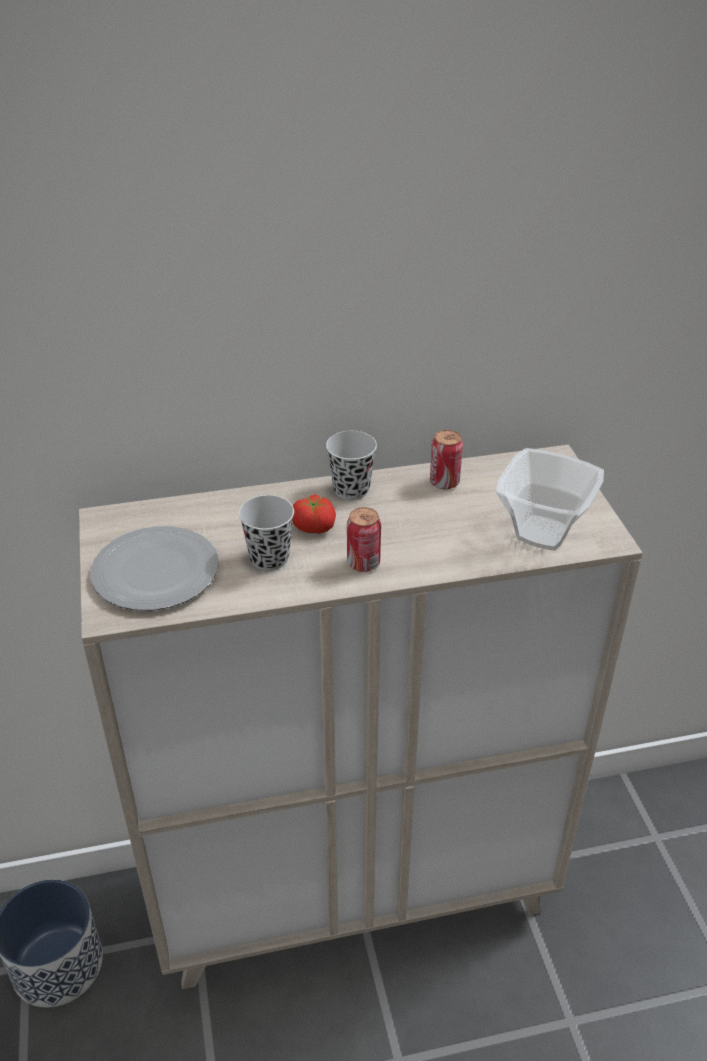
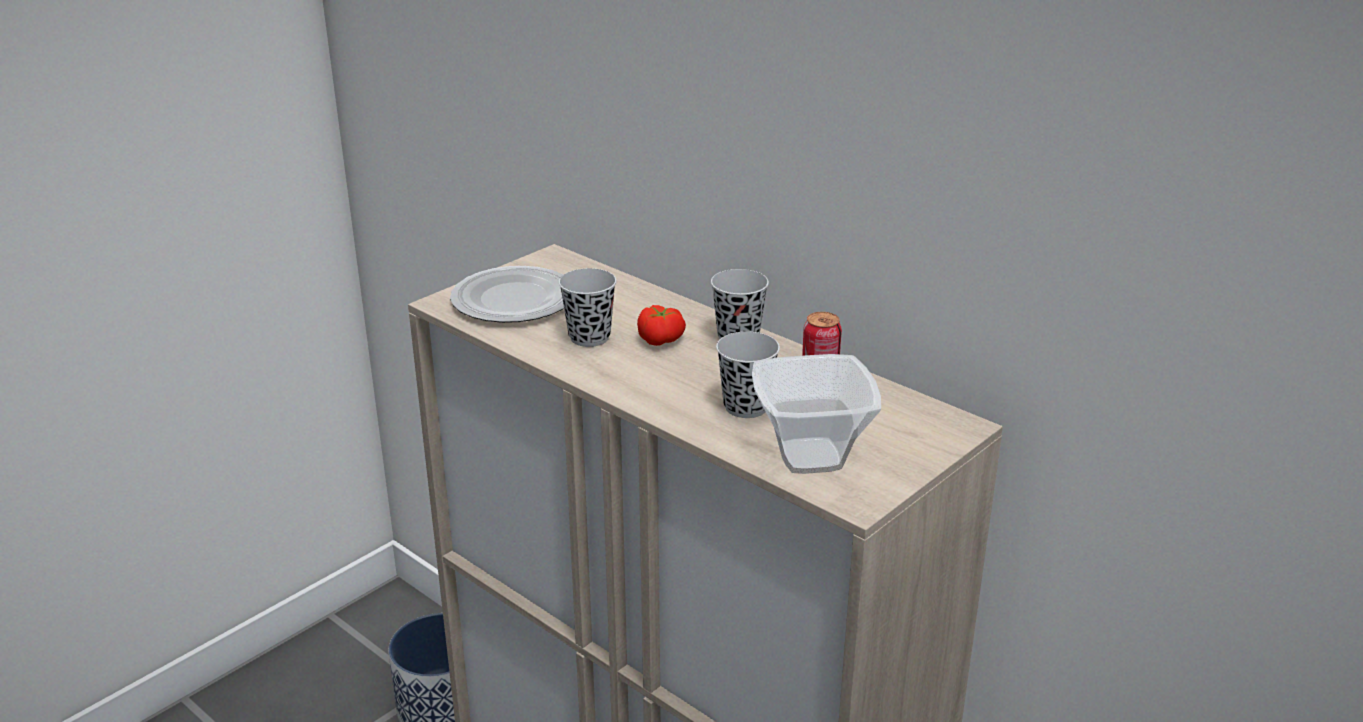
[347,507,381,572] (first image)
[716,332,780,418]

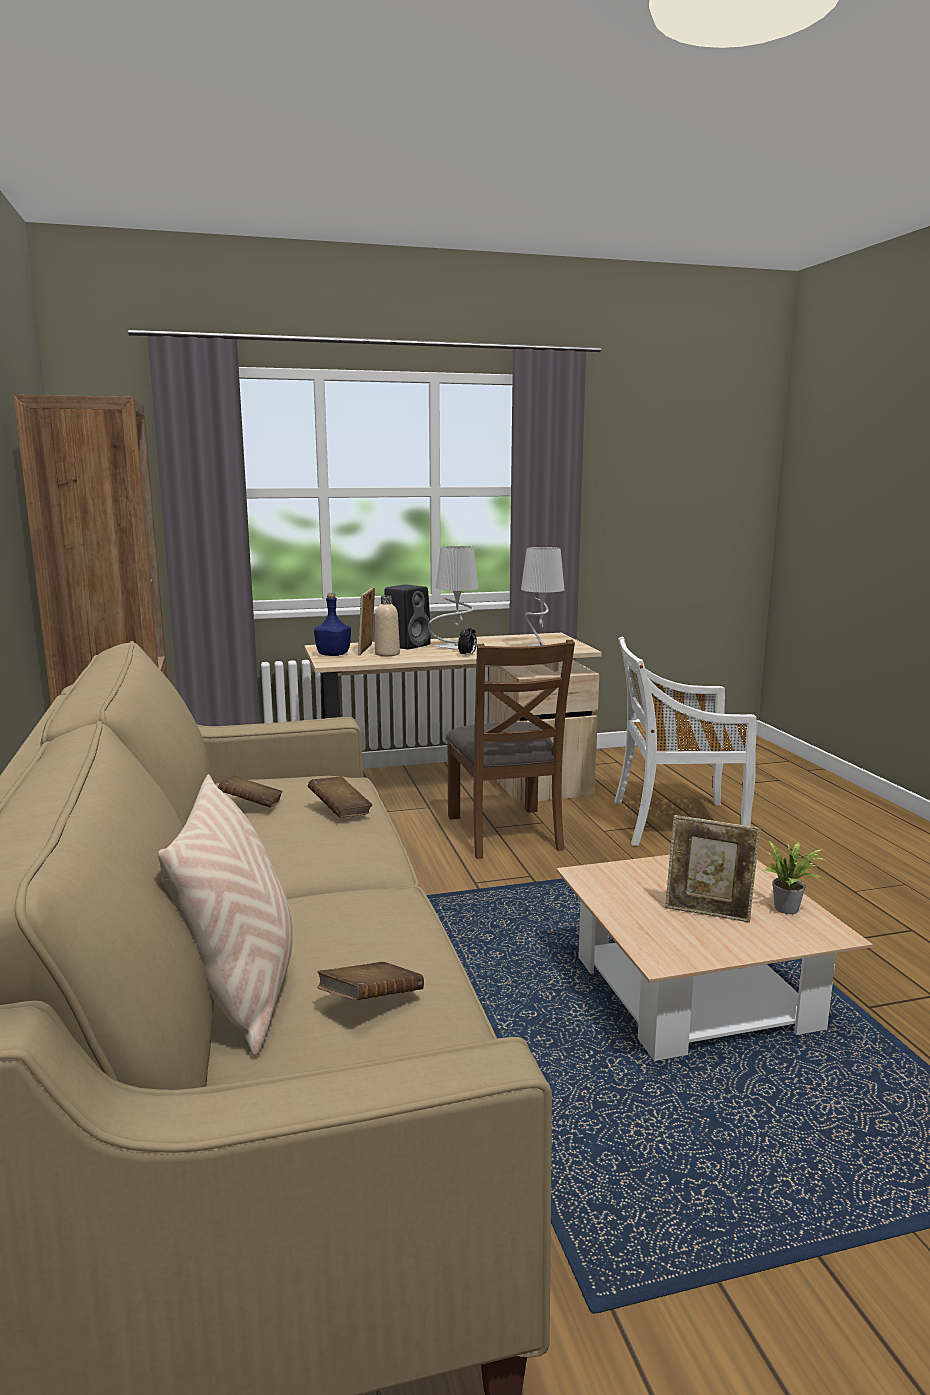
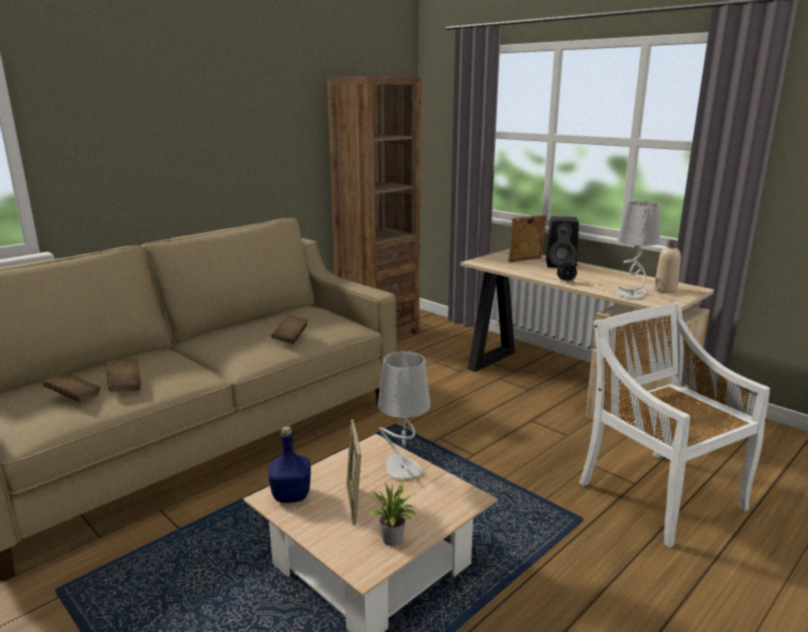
[158,774,293,1056] (first image)
[445,640,575,859] (first image)
[106,360,141,392]
[268,426,311,503]
[654,240,681,293]
[378,351,430,479]

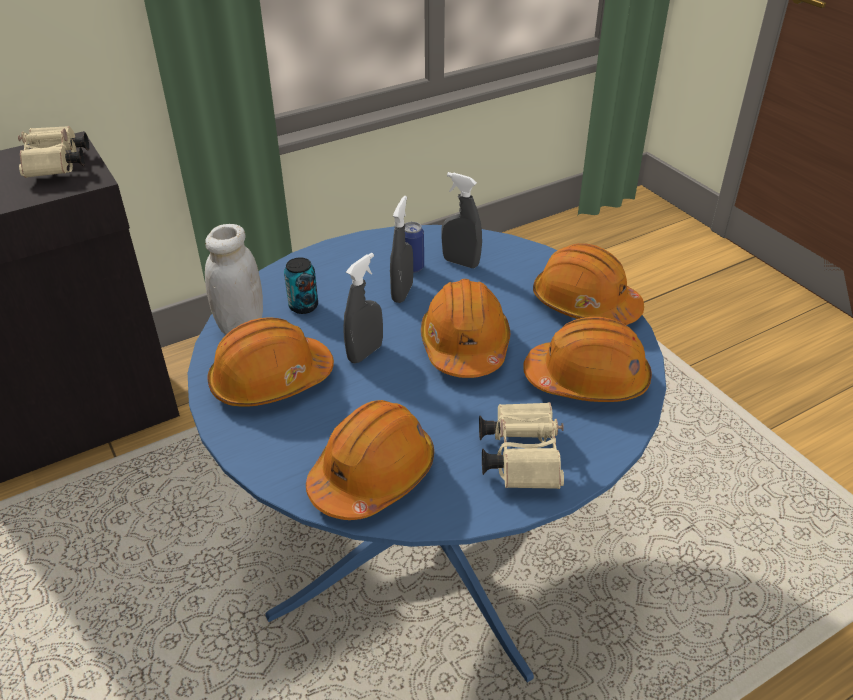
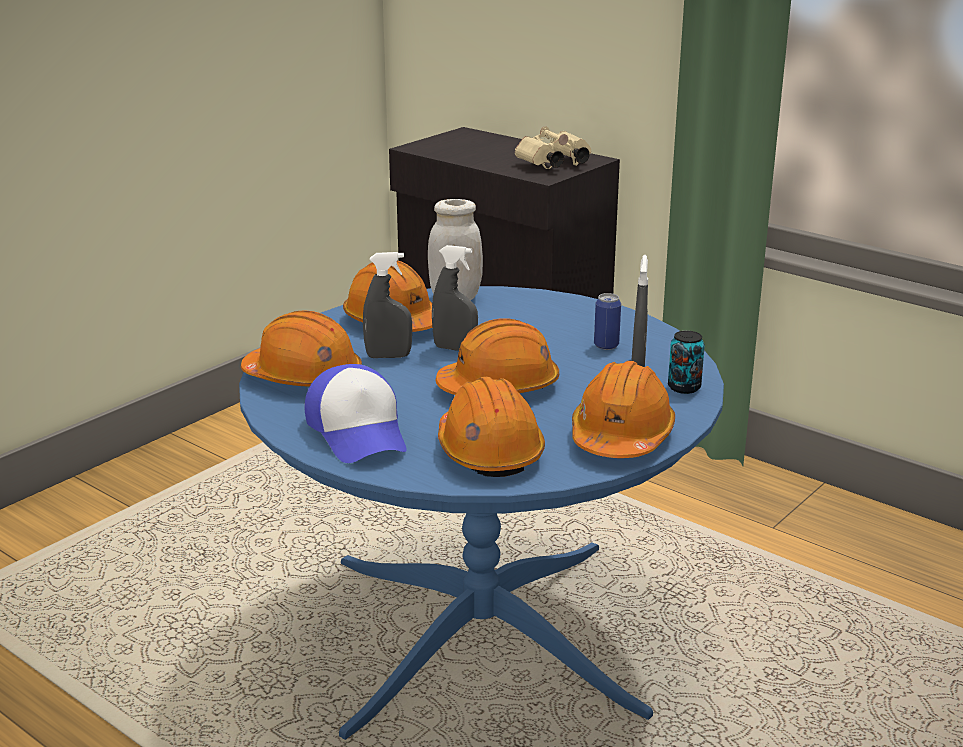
[668,331,705,394]
[363,252,412,358]
[304,364,407,463]

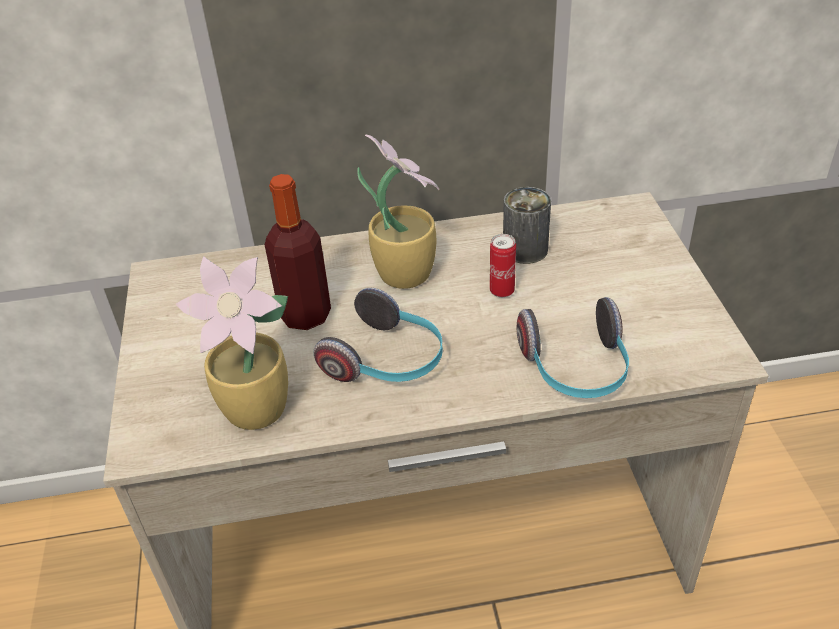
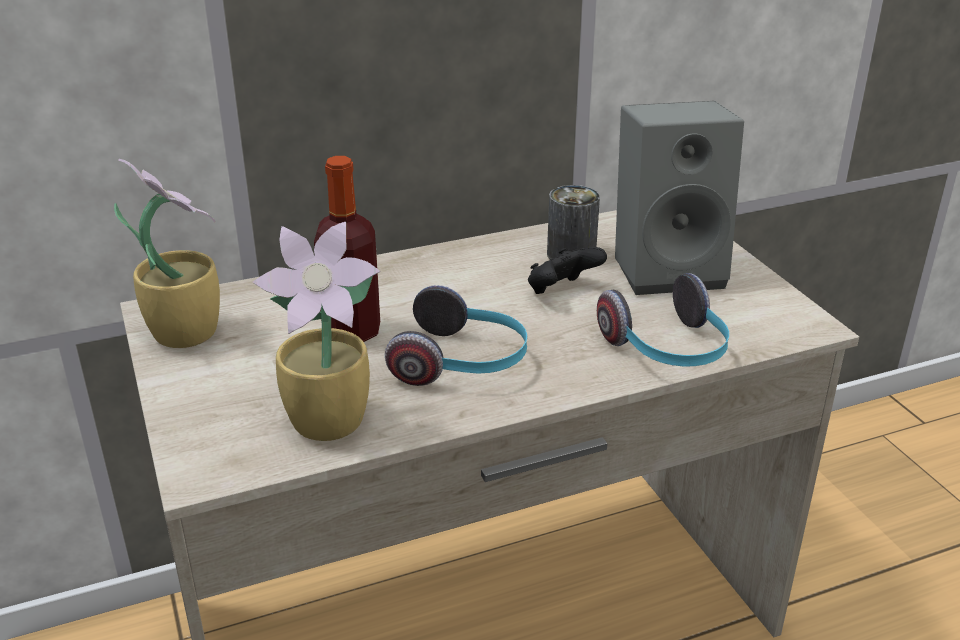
[615,101,744,295]
[114,159,220,348]
[528,247,607,294]

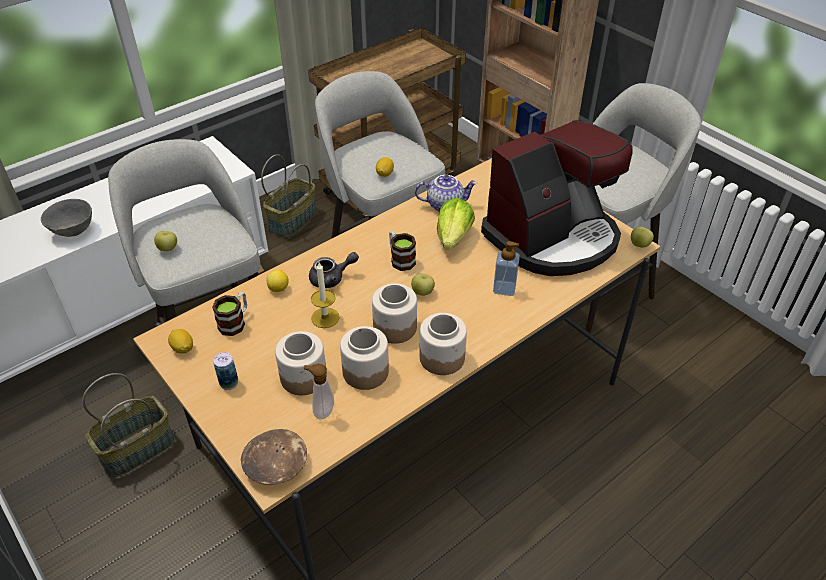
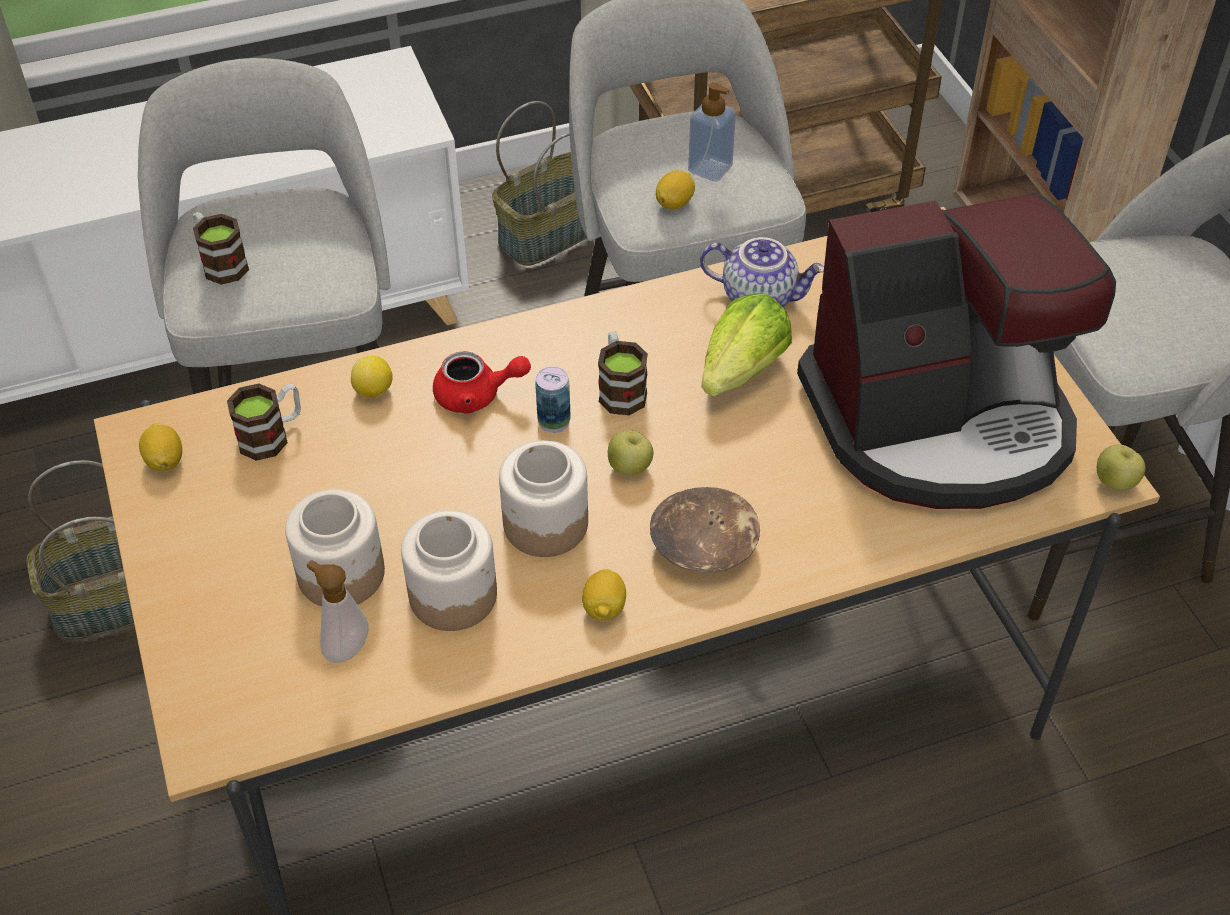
[41,199,92,237] (first image)
[311,262,339,328] (first image)
[535,366,571,433]
[650,487,760,572]
[688,83,736,182]
[193,212,249,284]
[582,569,626,621]
[433,351,531,414]

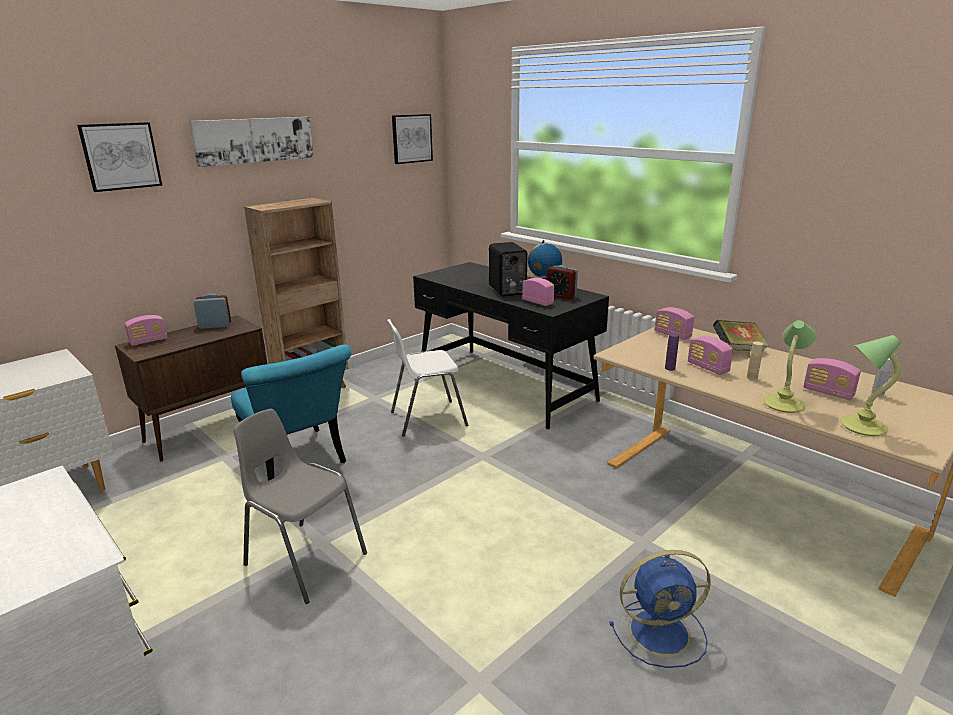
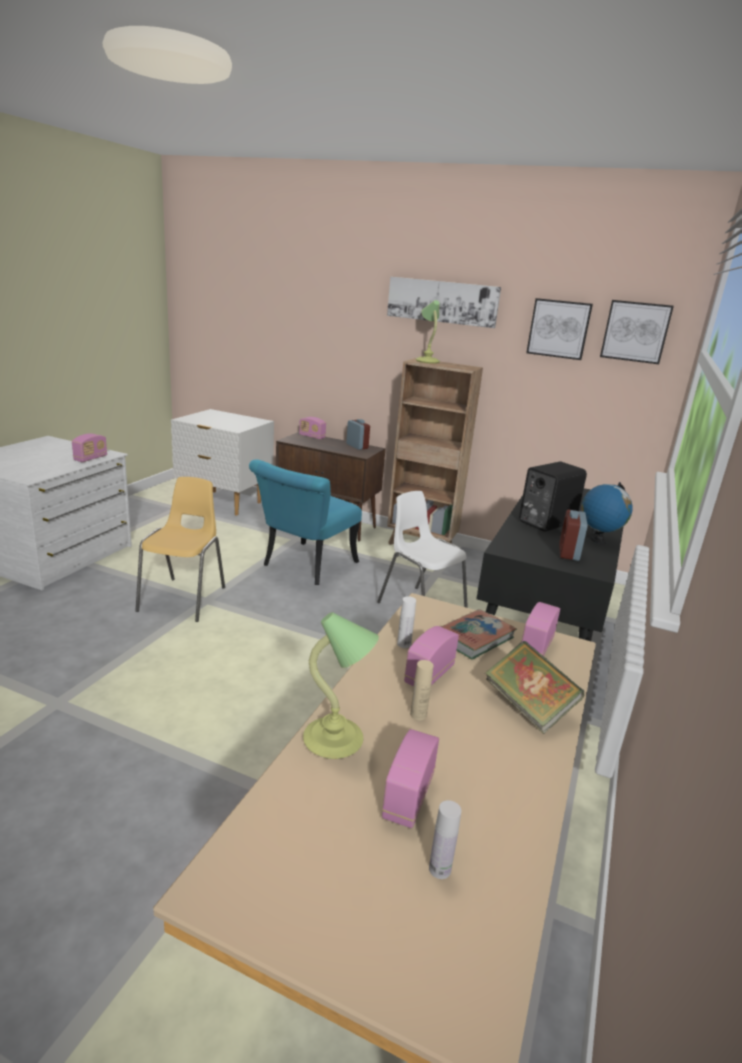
[609,550,711,668] (first image)
[441,609,517,660]
[526,298,593,360]
[72,433,107,462]
[416,300,440,364]
[136,477,225,622]
[397,596,416,648]

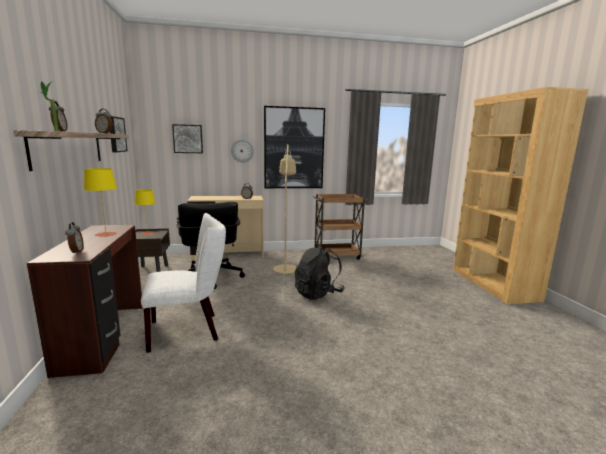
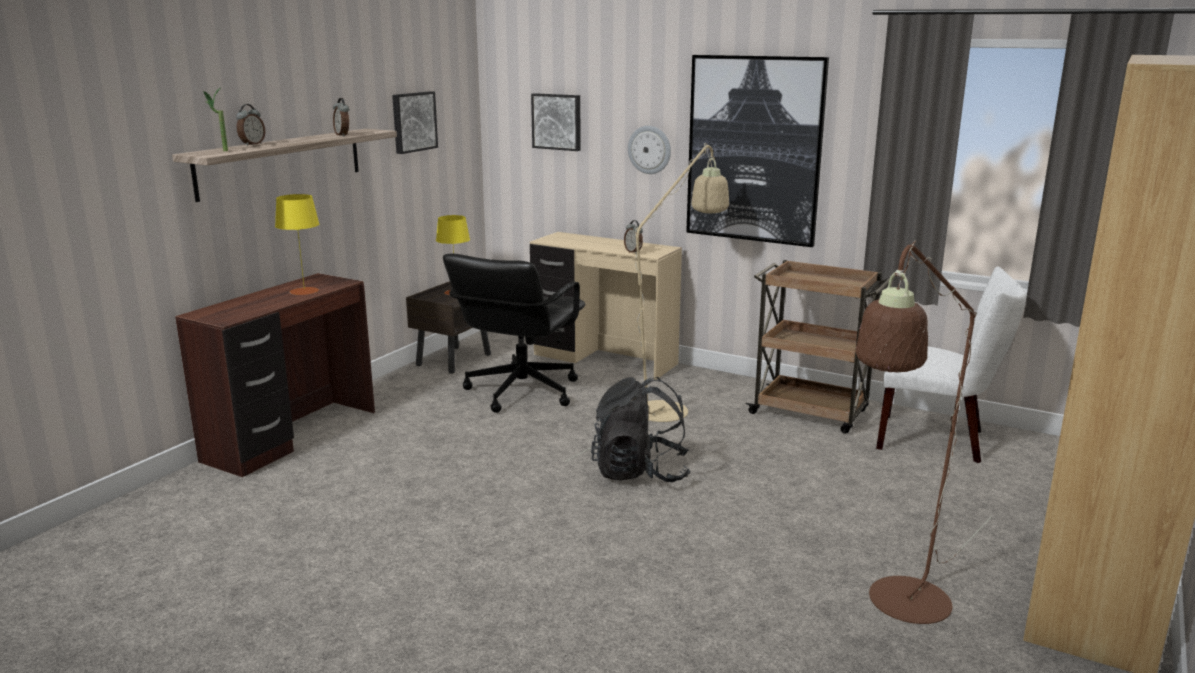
[65,222,84,254] (first image)
[856,240,992,624]
[876,267,1026,463]

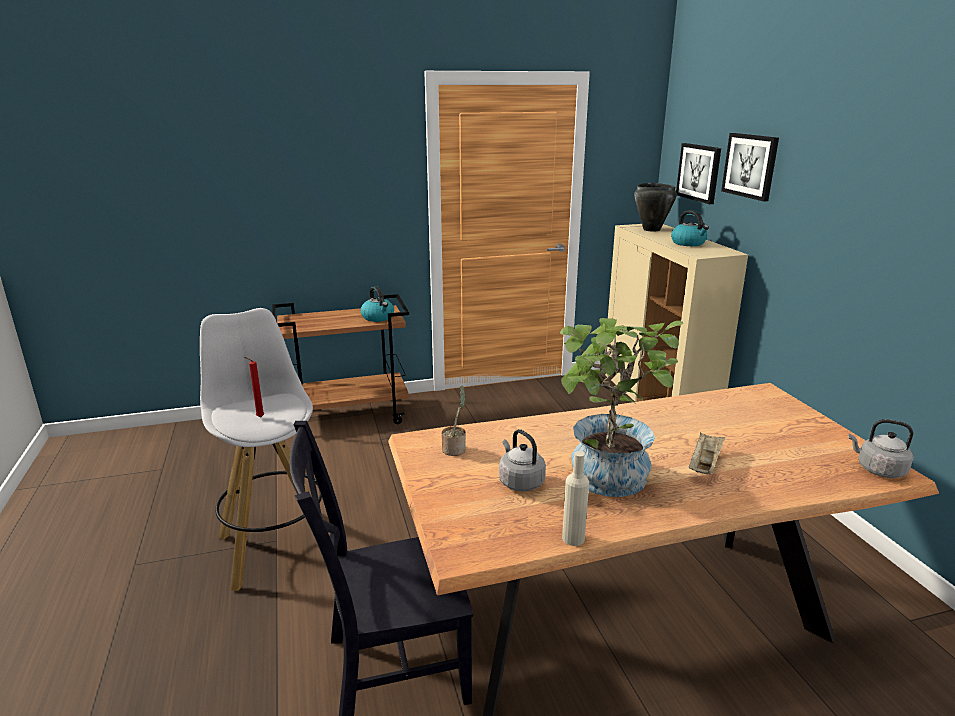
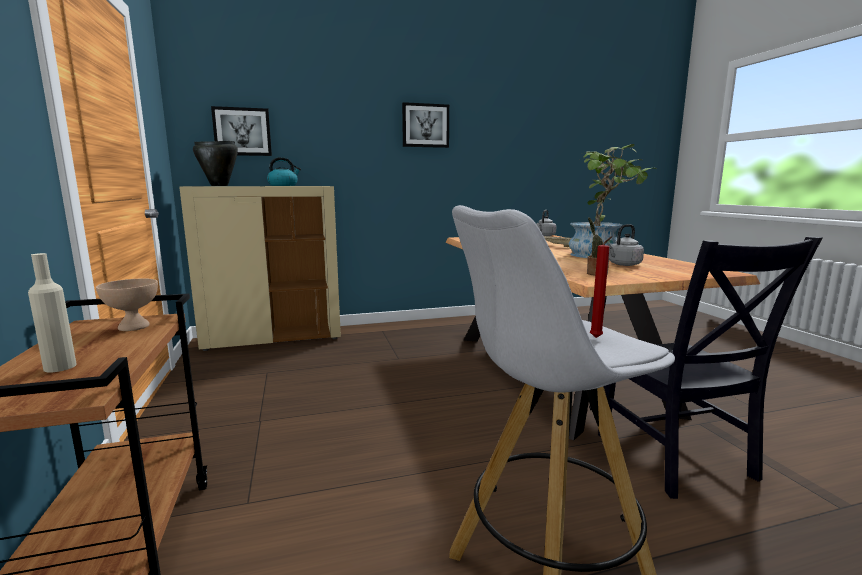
[28,253,77,373]
[402,102,449,148]
[96,278,158,331]

